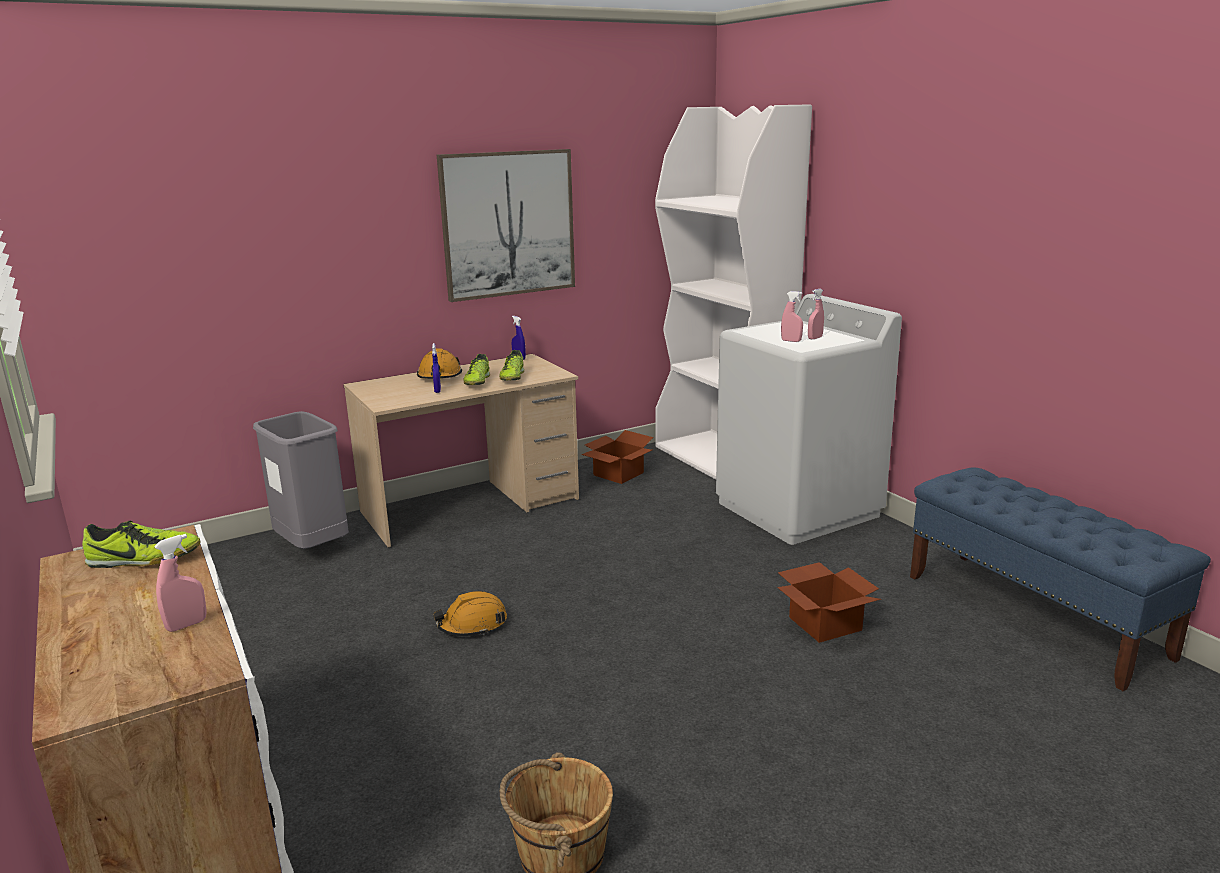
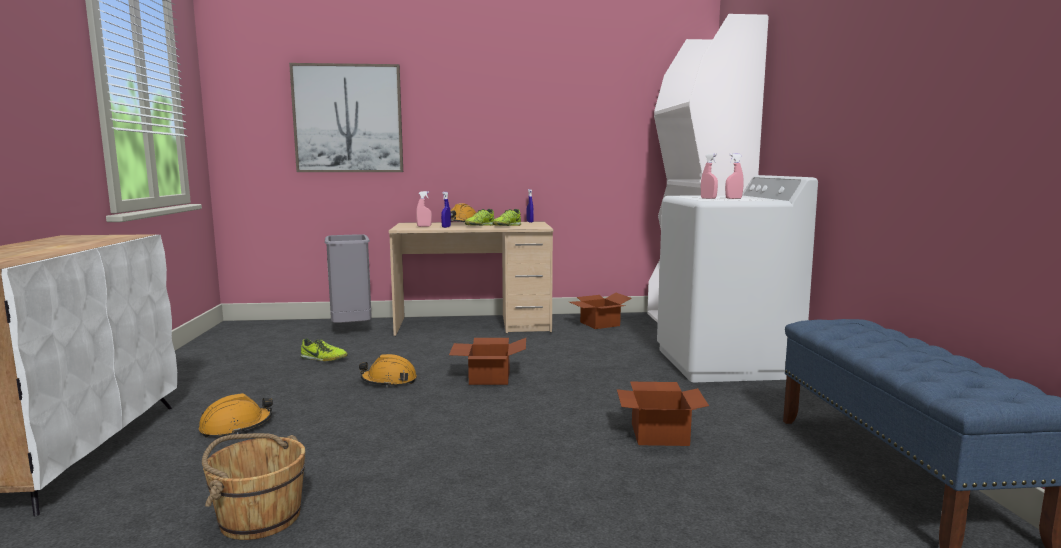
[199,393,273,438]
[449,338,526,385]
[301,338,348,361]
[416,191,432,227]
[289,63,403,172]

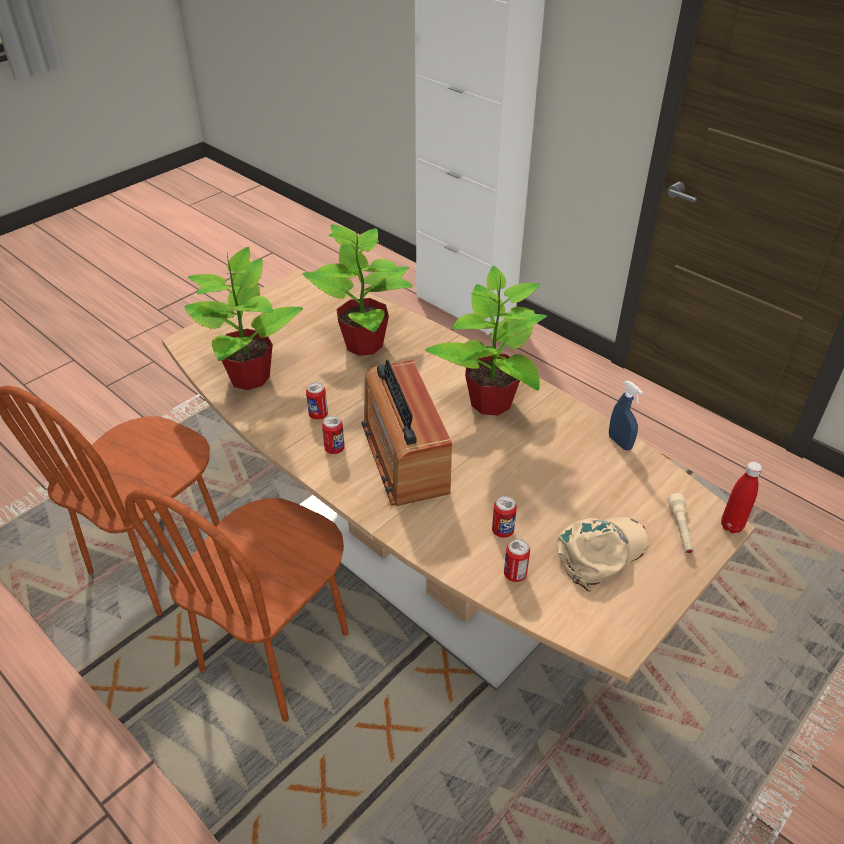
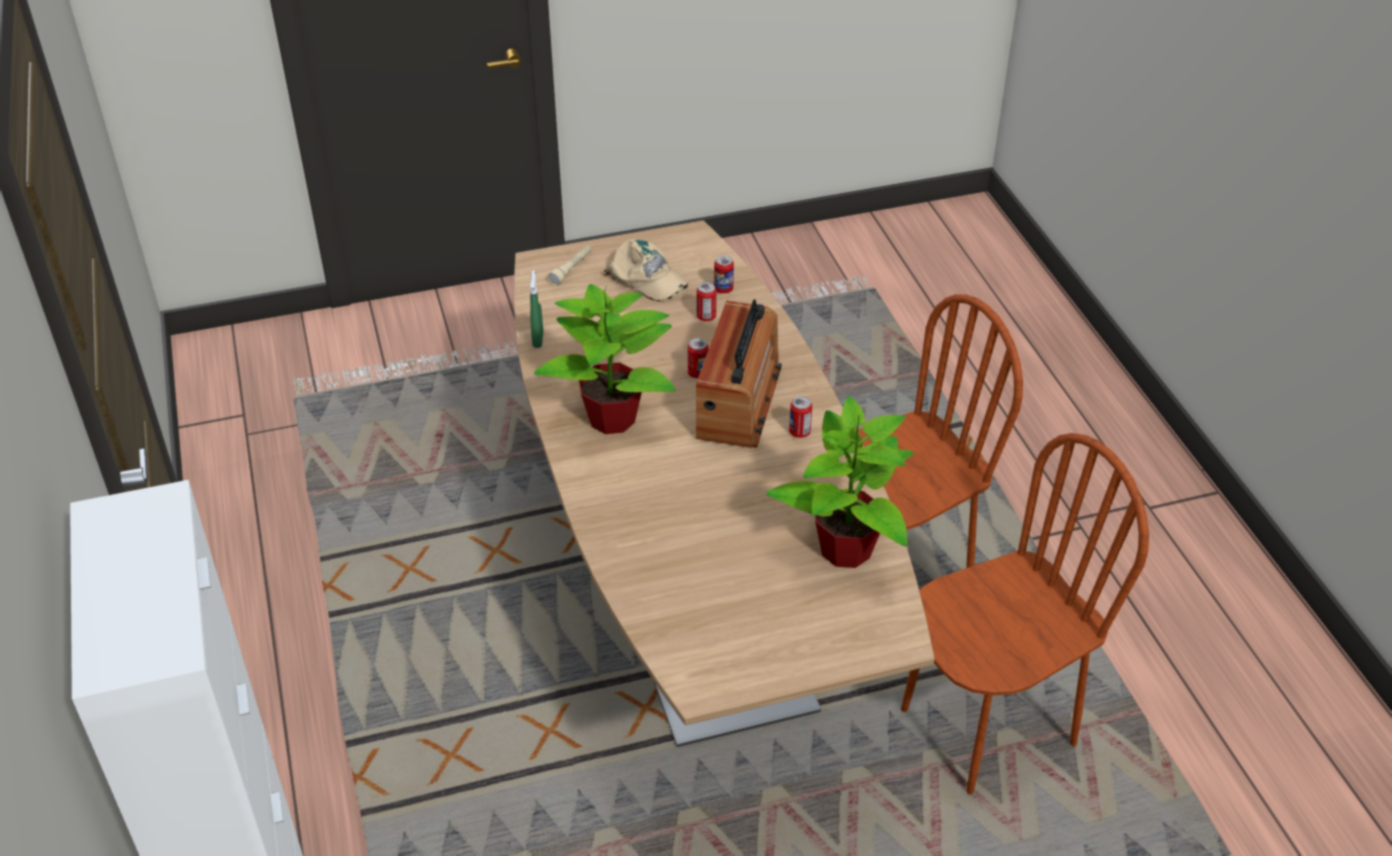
[303,225,413,356] (first image)
[721,461,762,533] (first image)
[688,338,709,378]
[530,270,543,348]
[602,239,688,301]

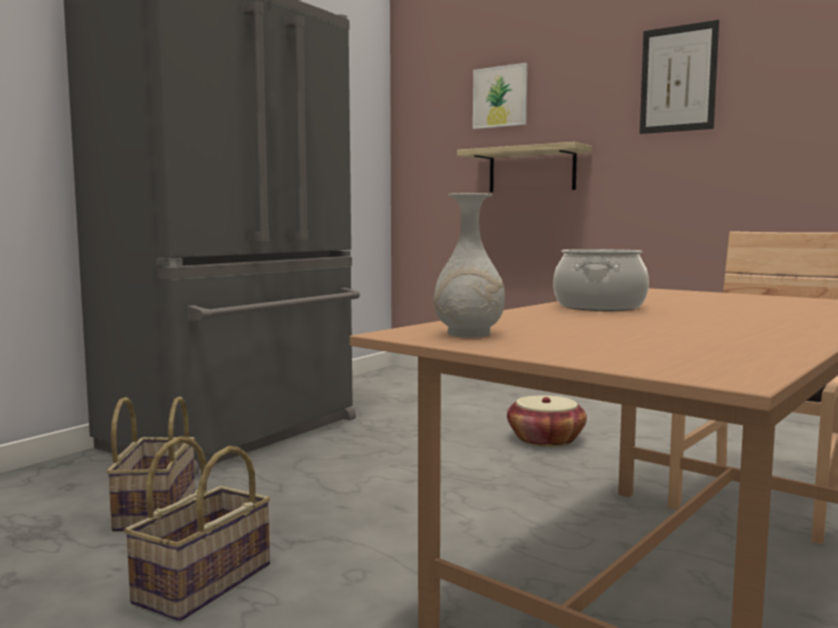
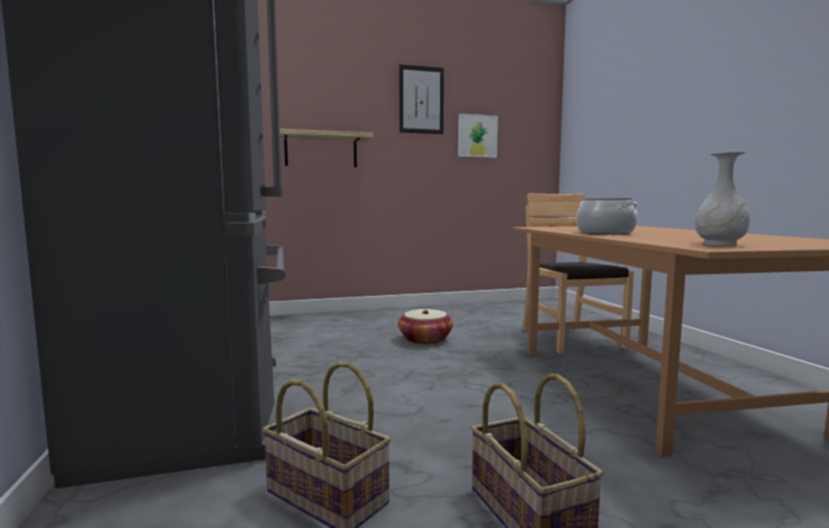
[458,114,498,158]

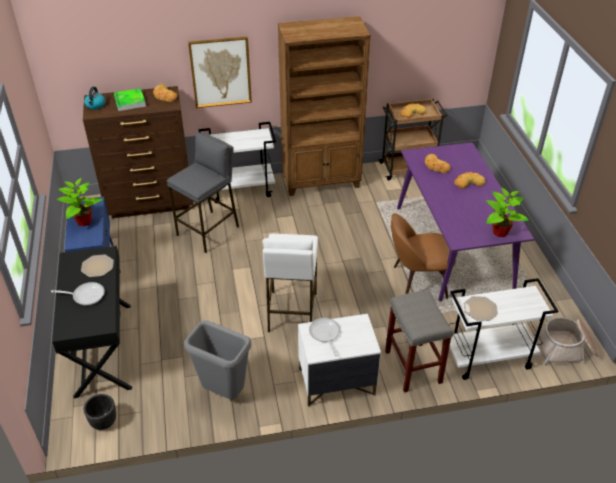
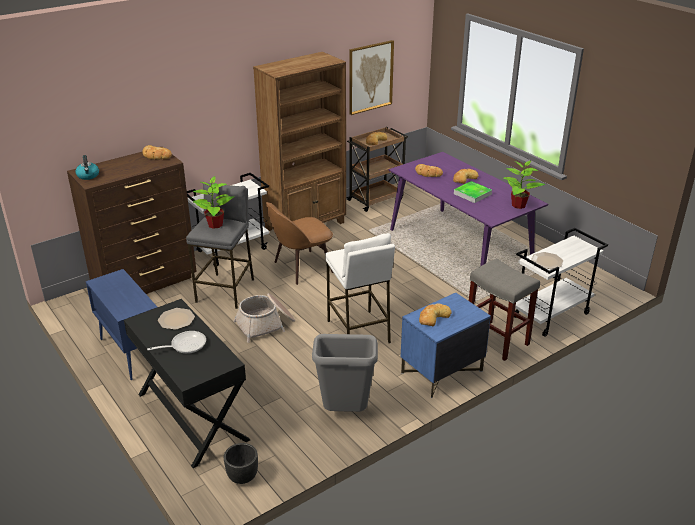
[193,176,235,229]
[454,181,492,203]
[349,40,394,115]
[266,202,333,285]
[233,293,295,343]
[419,304,452,326]
[401,293,491,398]

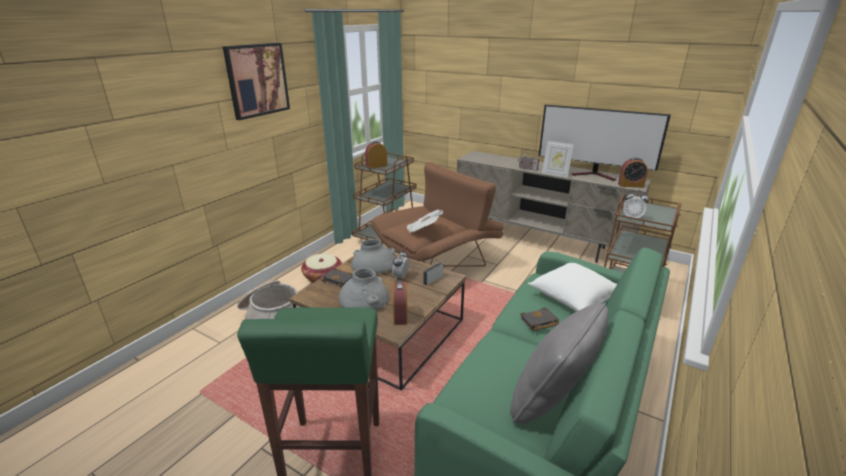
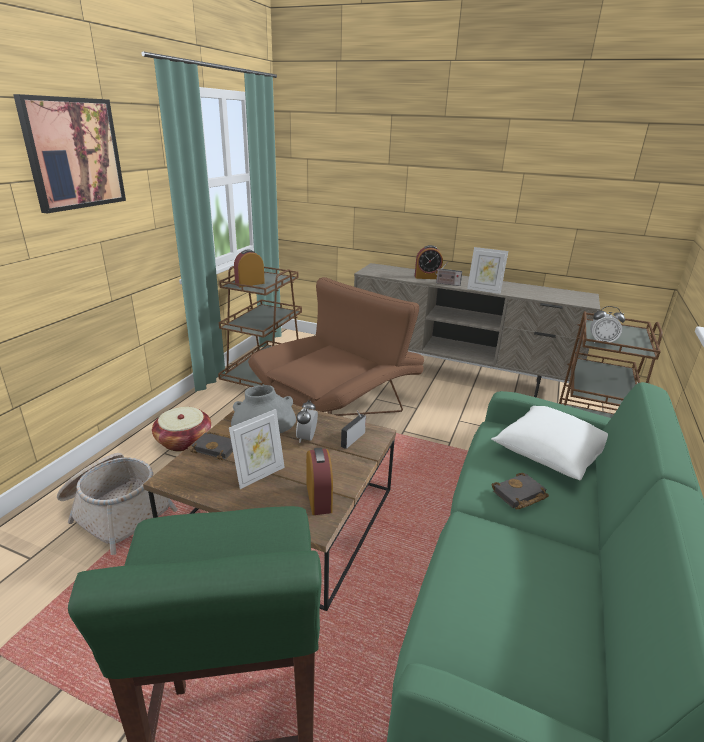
[407,209,443,233] (first image)
[510,303,609,424] (first image)
[539,105,671,181] (first image)
[415,245,443,279]
[229,409,285,489]

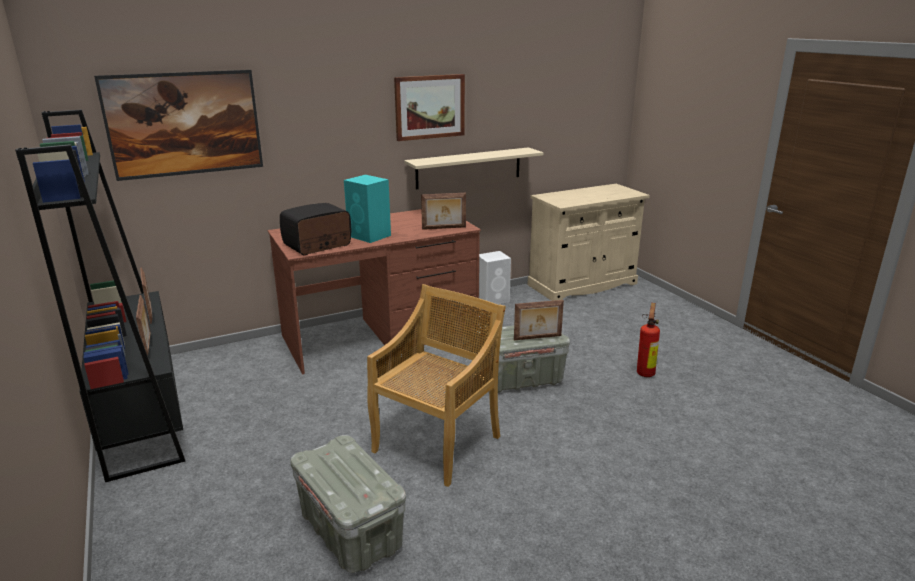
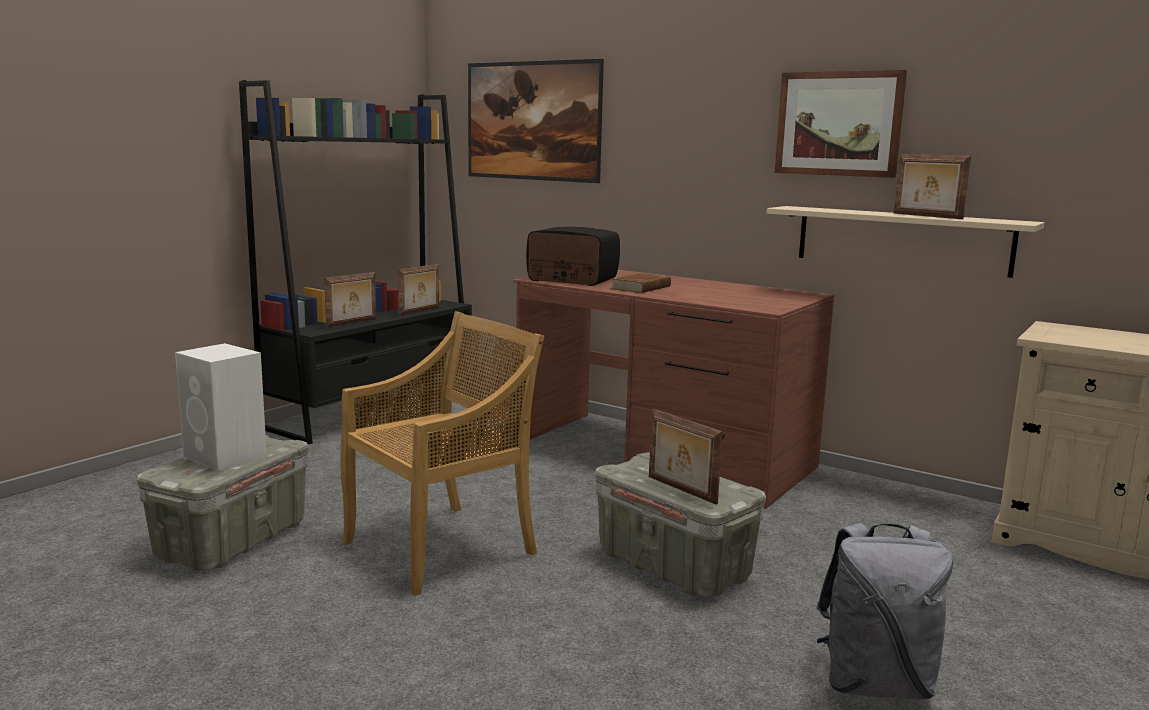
[894,154,971,219]
[175,343,267,471]
[610,273,671,293]
[816,523,953,700]
[340,311,545,596]

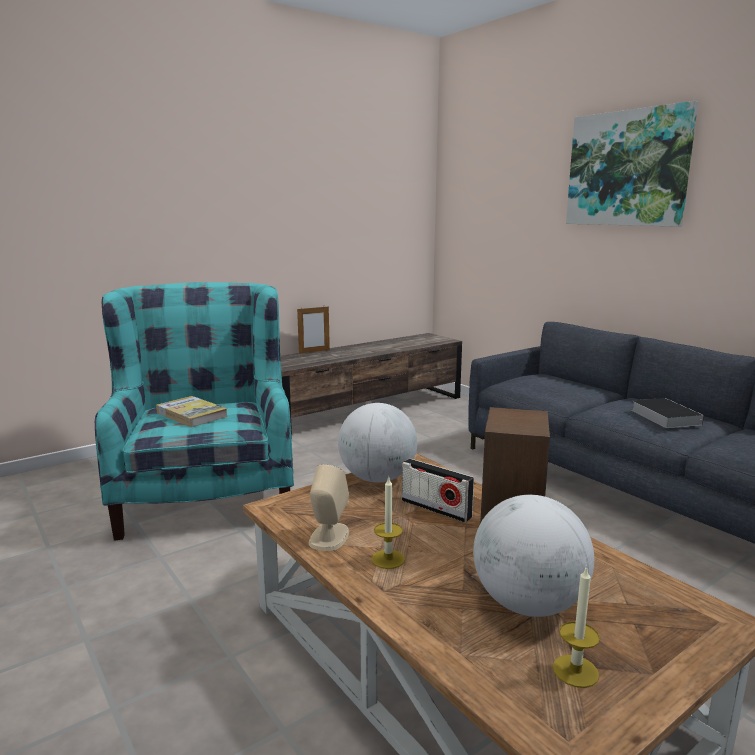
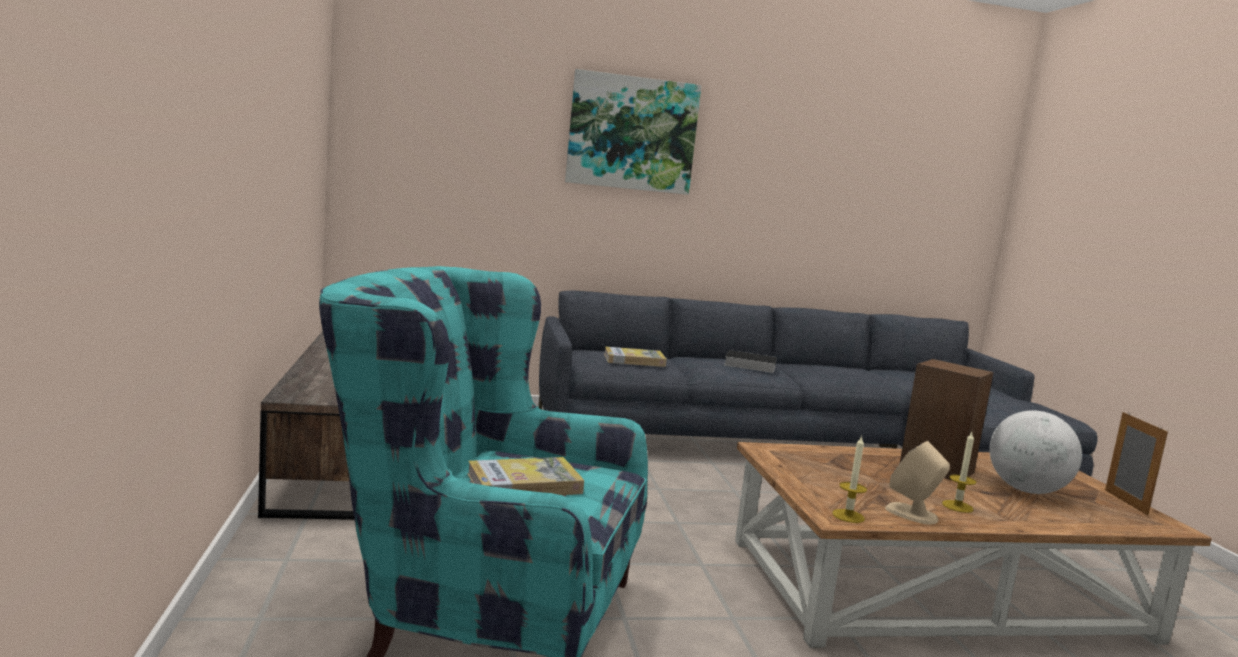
[338,403,417,483] (first image)
[402,458,474,523] (first image)
[604,347,667,367]
[1105,412,1168,516]
[832,435,867,523]

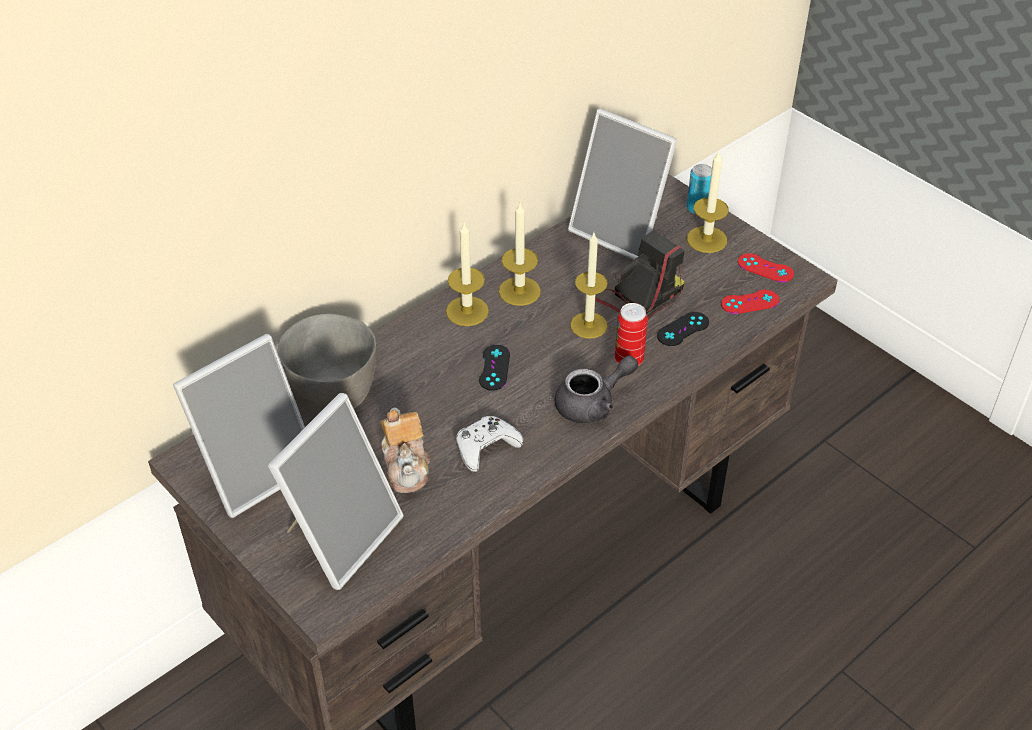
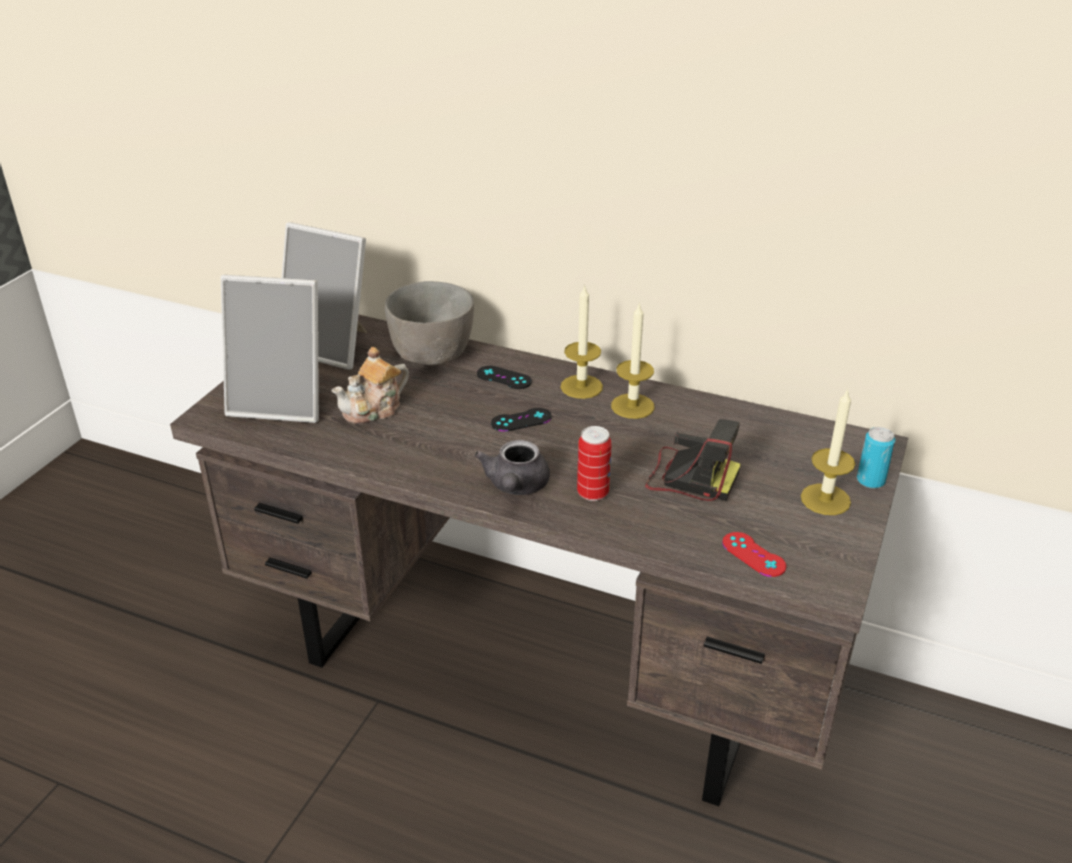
[456,416,523,472] (first image)
[568,109,677,260] (first image)
[570,233,608,338] (first image)
[738,253,794,282] (first image)
[477,366,532,389]
[475,440,550,495]

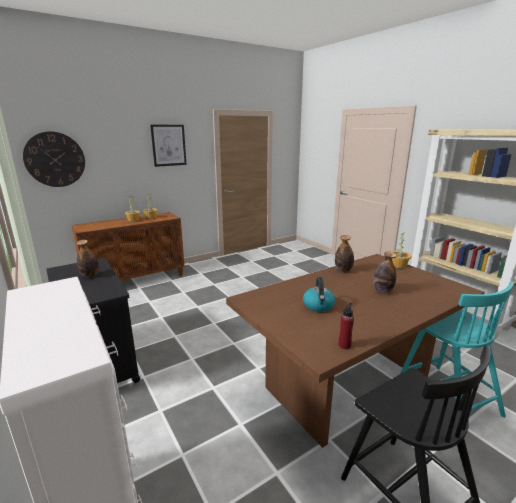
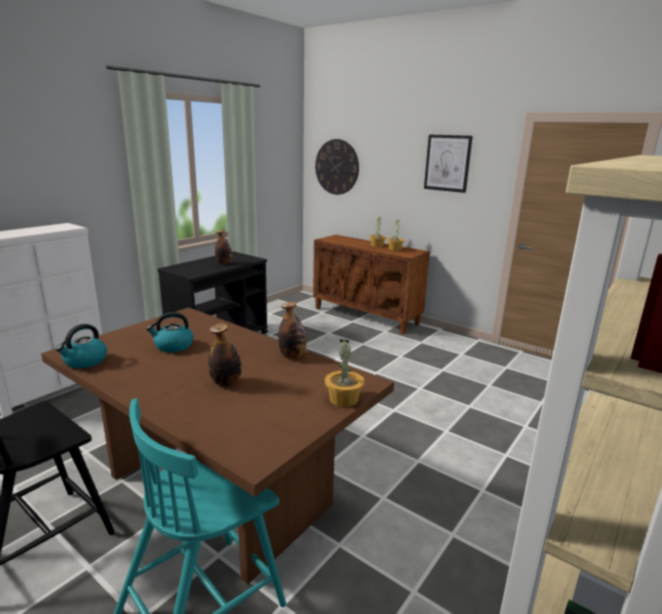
[56,324,107,368]

